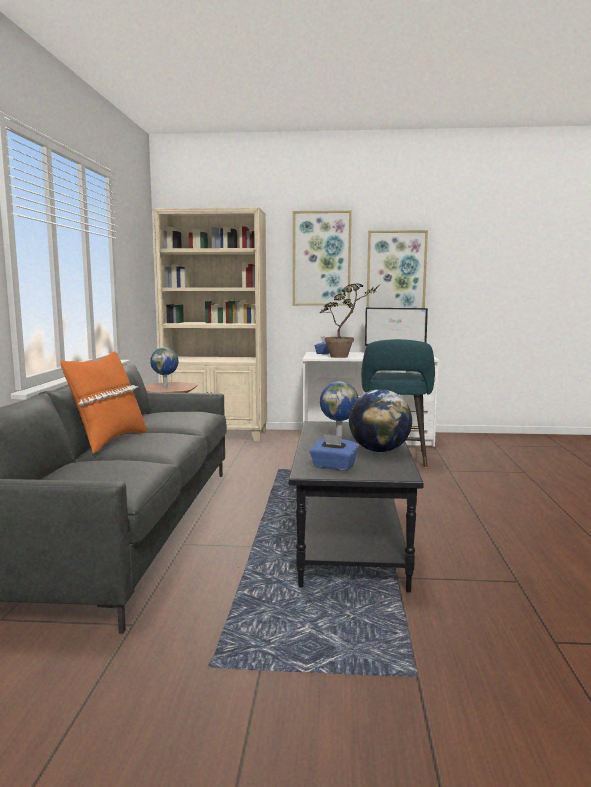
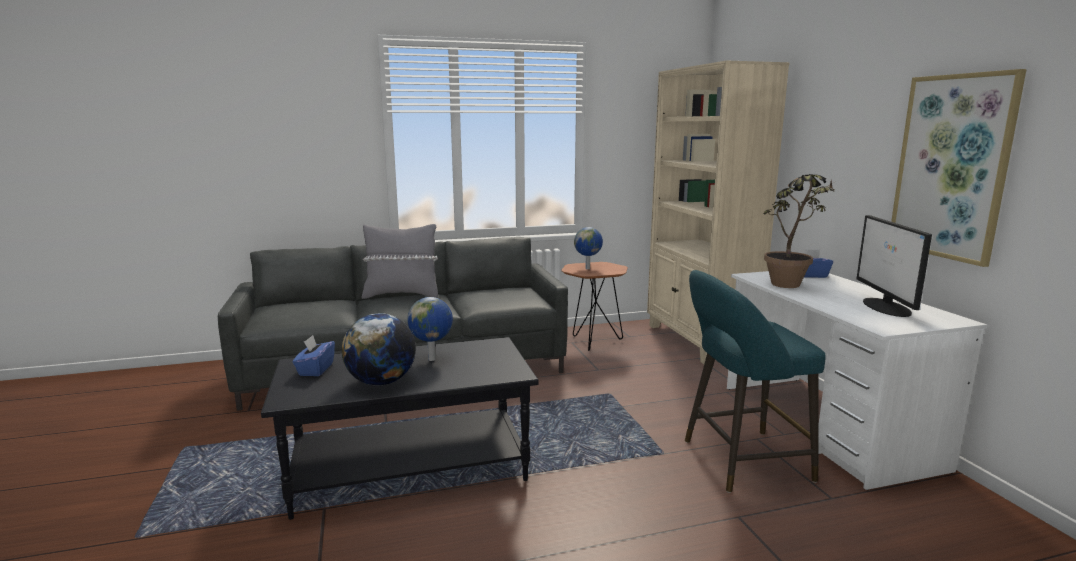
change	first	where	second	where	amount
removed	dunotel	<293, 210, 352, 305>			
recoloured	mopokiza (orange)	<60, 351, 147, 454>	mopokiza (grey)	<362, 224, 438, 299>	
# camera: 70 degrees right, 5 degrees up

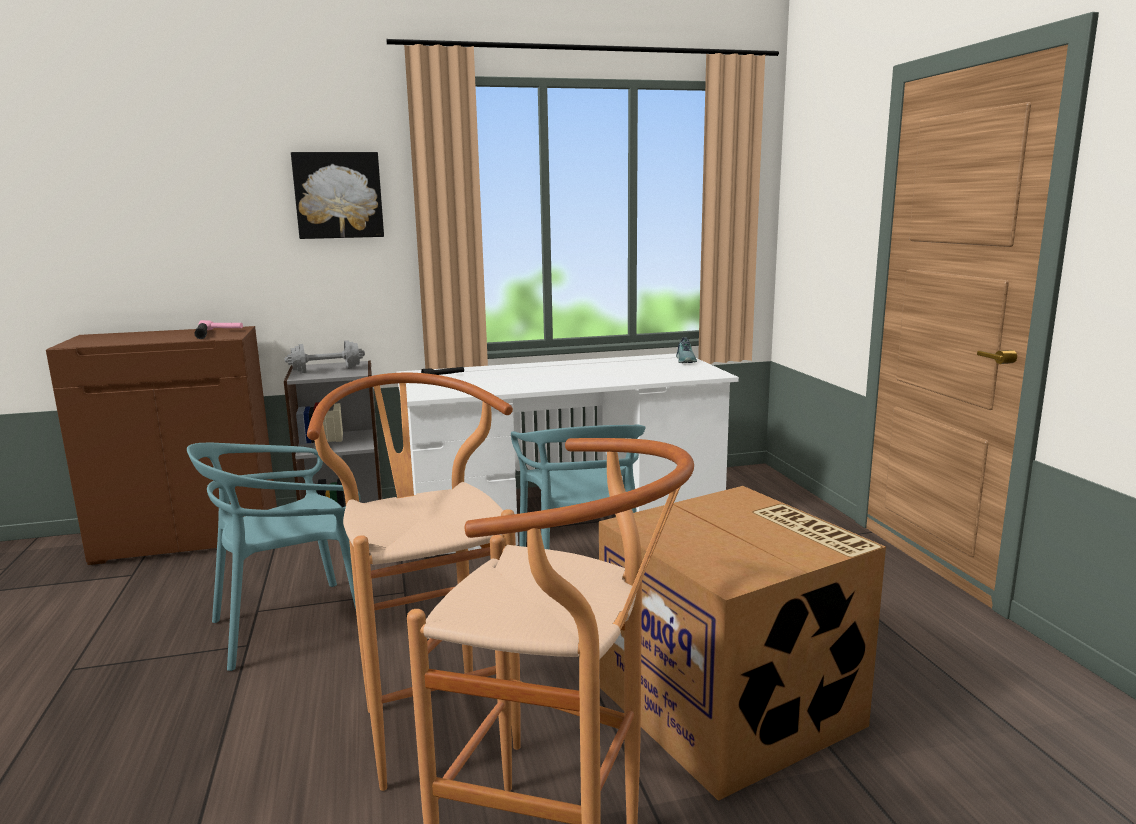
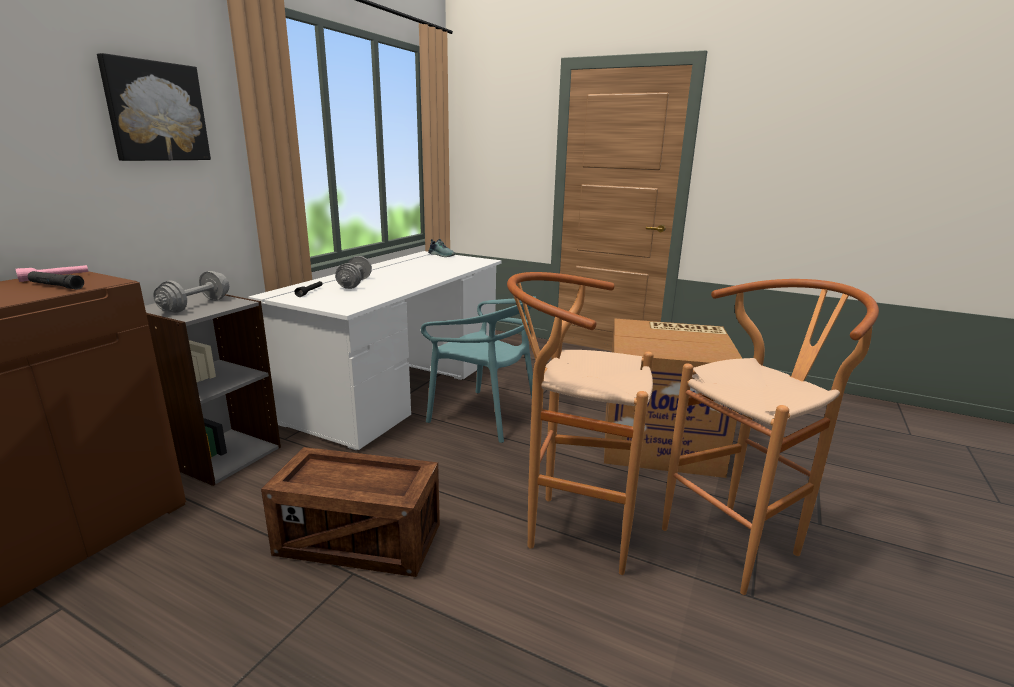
change	first	where	second	where	amount
added			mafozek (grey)	<335, 256, 372, 289>	
replaced	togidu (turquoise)	<187, 443, 360, 671>	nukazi	<261, 447, 440, 577>	
# camera: 50 degrees left, 5 degrees up

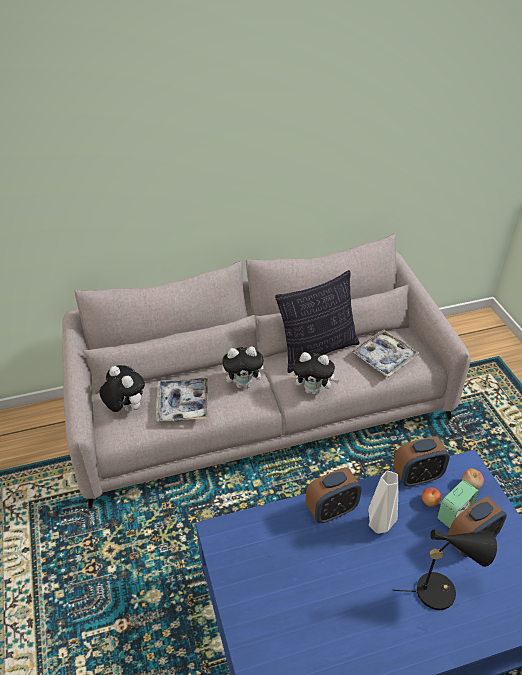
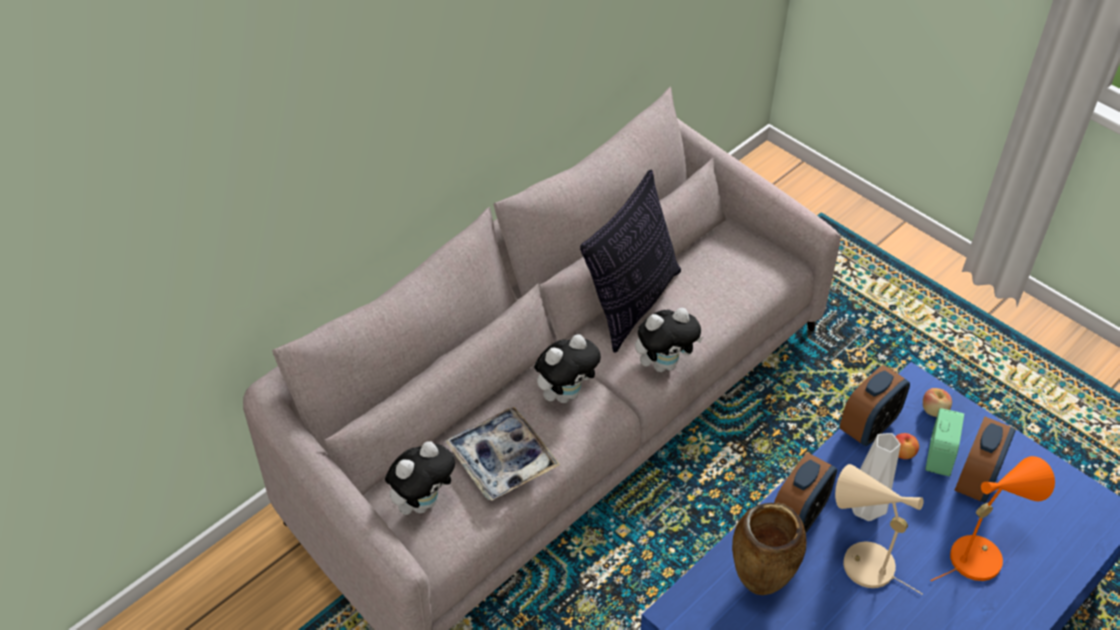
change	first	where	second	where	amount
removed	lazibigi	<351, 329, 419, 377>			
added			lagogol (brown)	<732, 502, 807, 595>	
added			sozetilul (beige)	<835, 464, 923, 595>	
recoloured	sozetilul (black)	<392, 529, 497, 610>	sozetilul (orange)	<930, 456, 1055, 581>	
turned	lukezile	<99, 365, 145, 412>		<385, 441, 455, 515>	120 degrees clockwise
# camera: 30 degrees left, 5 degrees up

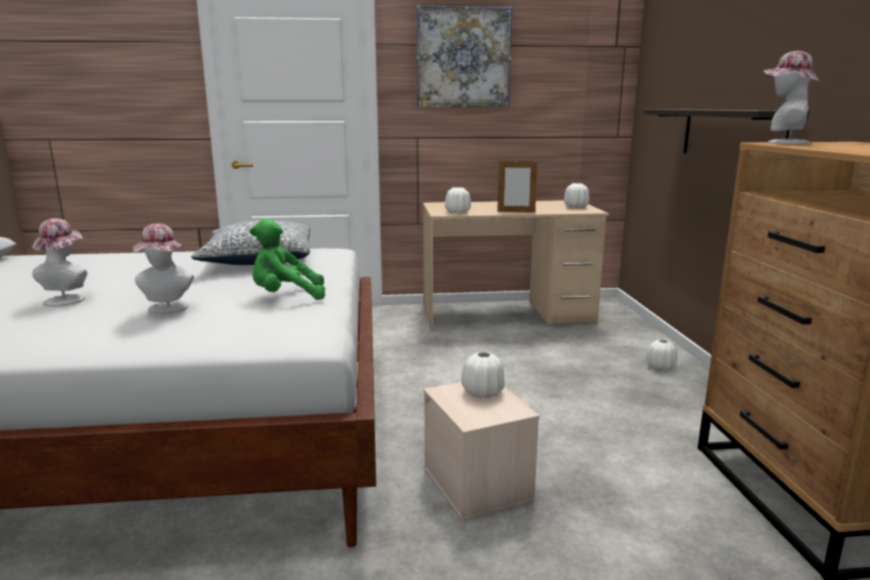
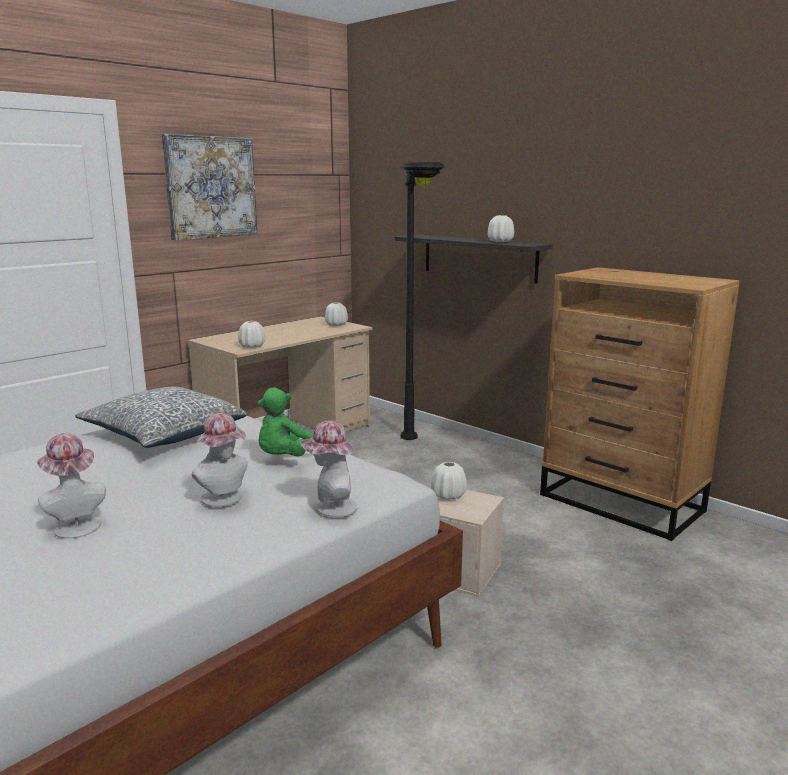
change	first	where	second	where	amount
removed	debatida	<497, 160, 538, 213>			
added			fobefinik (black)	<400, 162, 446, 440>	
moved	lagogol (white)	<646, 339, 678, 371>		<488, 215, 514, 242>	
moved	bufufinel	<763, 51, 820, 144>		<300, 421, 358, 517>	
# camera: 40 degrees left, 0 degrees up

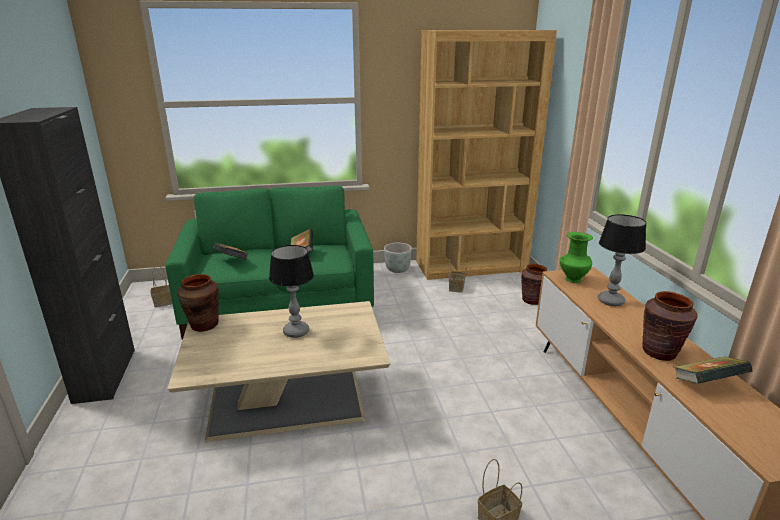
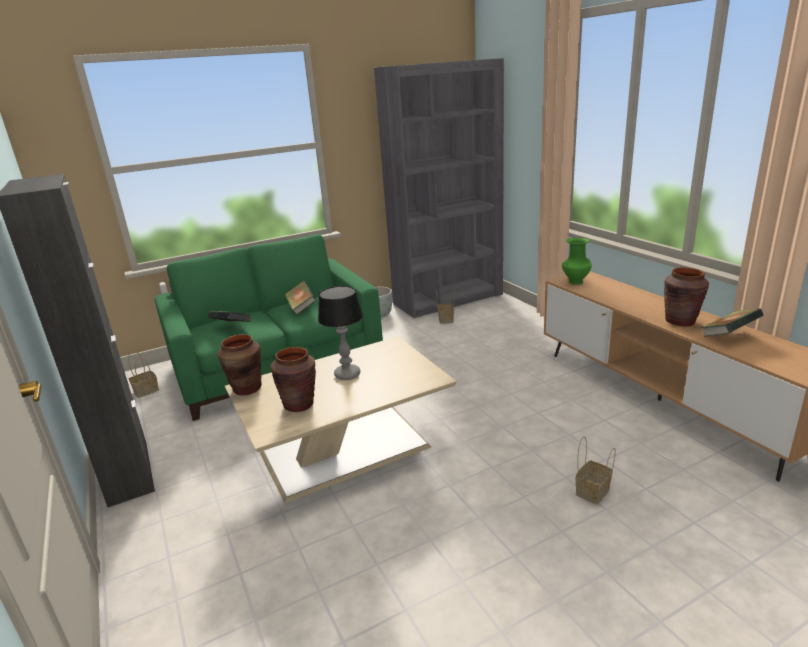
change	first	where	second	where	amount
removed	sozetilul	<598, 215, 646, 306>			
moved	lagogol (brown)	<521, 264, 547, 305>		<271, 347, 316, 412>	
recoloured	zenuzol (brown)	<416, 30, 557, 280>	zenuzol (grey)	<374, 58, 504, 318>	
# camera: 15 degrees left, 0 degrees up

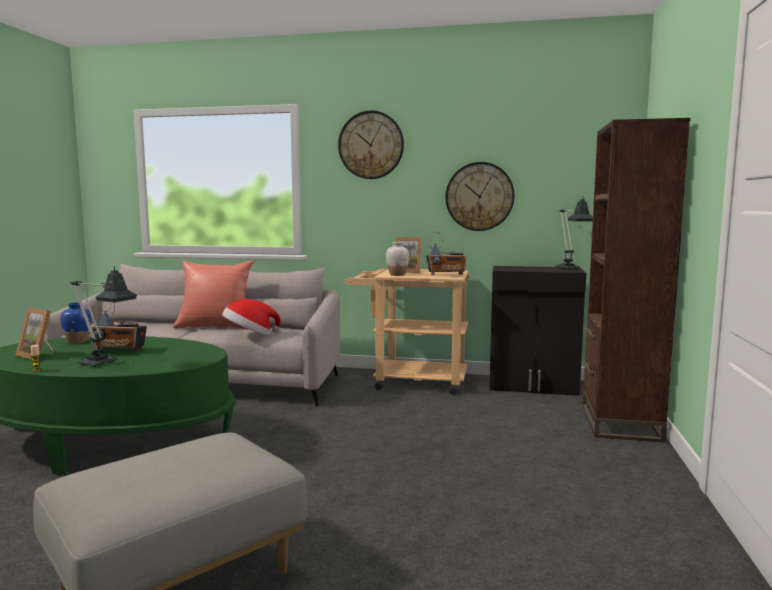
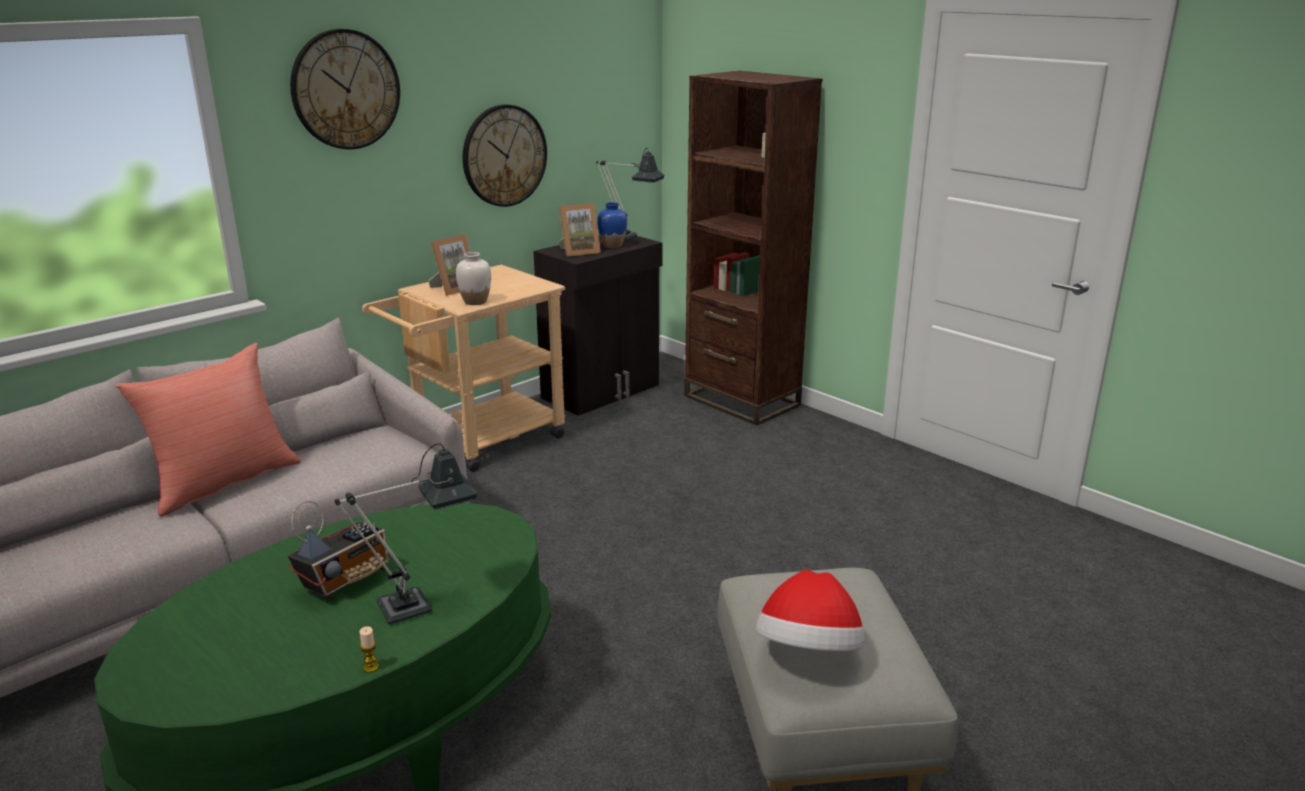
change	first	where	second	where	amount
removed	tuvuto	<426, 232, 466, 275>			
moved	debatida	<16, 308, 54, 360>		<558, 203, 601, 257>	
moved	lagogol (blue)	<61, 302, 92, 344>		<597, 202, 627, 248>	
moved	bufufinel	<222, 299, 281, 335>		<756, 570, 865, 651>	
# camera: 55 degrees left, 15 degrees up

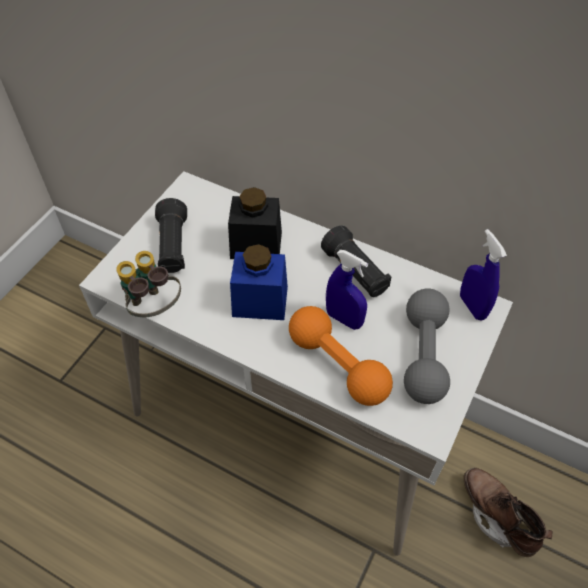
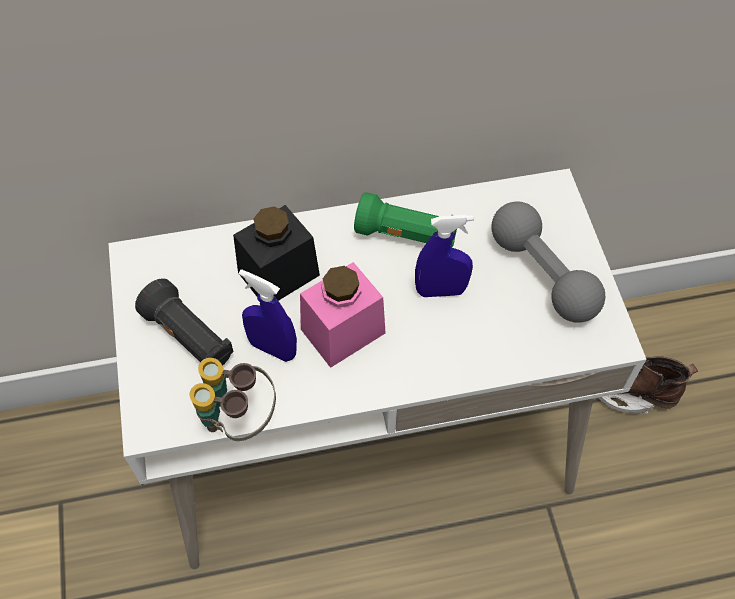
change	first	where	second	where	amount
removed	mafozek (orange)	<289, 306, 393, 406>			
moved	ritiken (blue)	<460, 229, 507, 320>		<239, 269, 297, 362>	
recoloured	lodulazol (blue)	<230, 244, 288, 320>	lodulazol (pink)	<300, 262, 386, 368>	
recoloured	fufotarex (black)	<321, 225, 391, 297>	fufotarex (green)	<354, 192, 457, 248>	
# camera: 40 degrees left, 5 degrees up

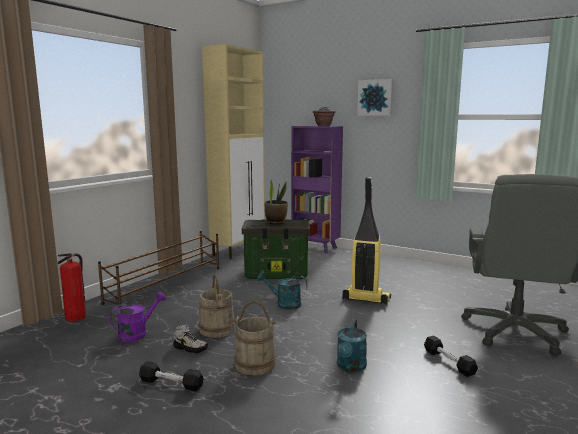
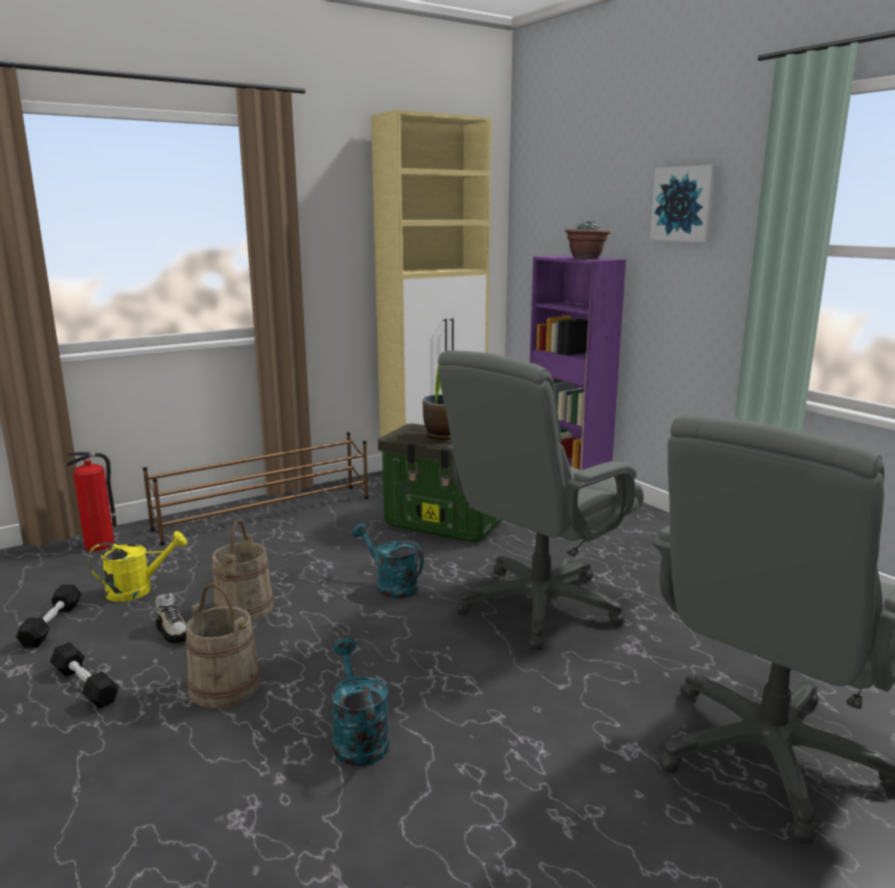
change	first	where	second	where	amount
moved	mafozek (black)	<424, 336, 478, 377>		<16, 584, 81, 648>	
replaced	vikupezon	<343, 177, 391, 305>	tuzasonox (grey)	<438, 350, 644, 650>	
recoloured	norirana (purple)	<110, 292, 166, 342>	norirana (yellow)	<88, 531, 187, 602>	
turned	norirana (turquoise)	<337, 319, 367, 372>		<331, 638, 390, 766>	120 degrees clockwise
# camera: 25 degrees right, 5 degrees up

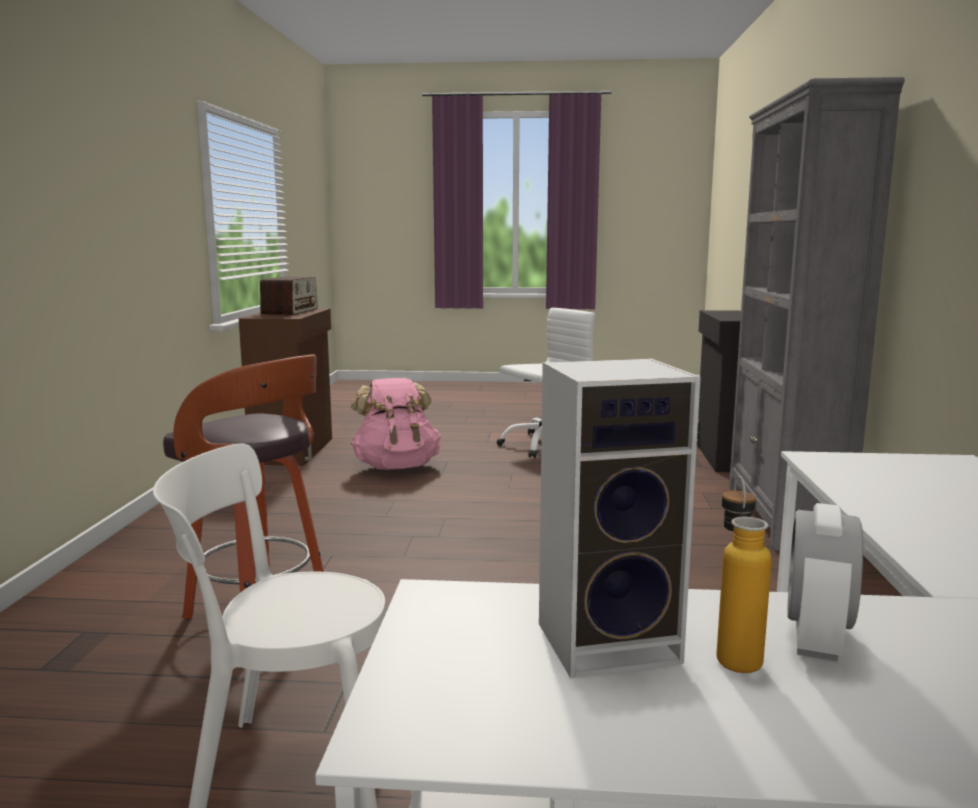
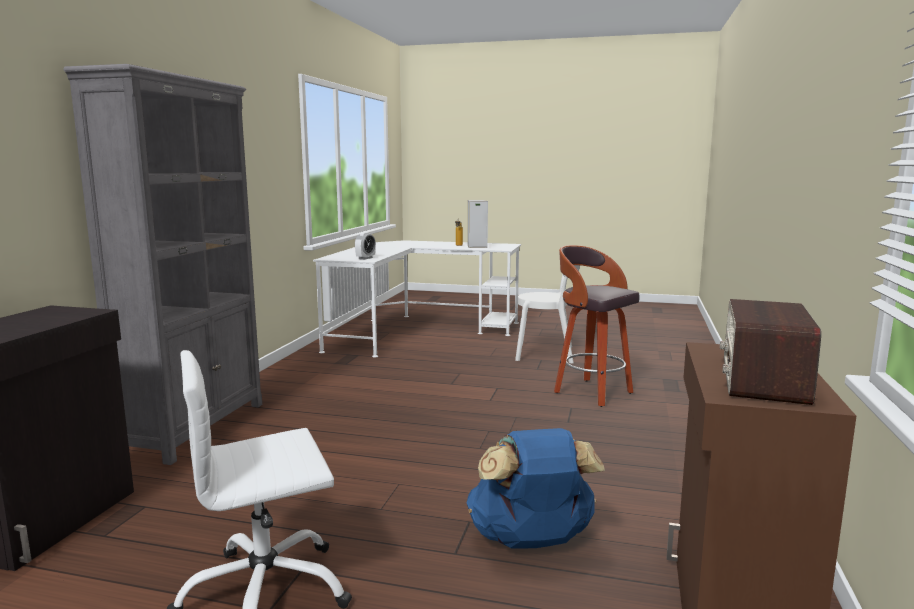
change	first	where	second	where	amount
moved	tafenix	<787, 503, 863, 662>		<355, 232, 376, 260>	
recoloured	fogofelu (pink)	<351, 378, 441, 470>	fogofelu (blue)	<466, 428, 605, 549>	
# camera: 170 degrees left, 0 degrees up

